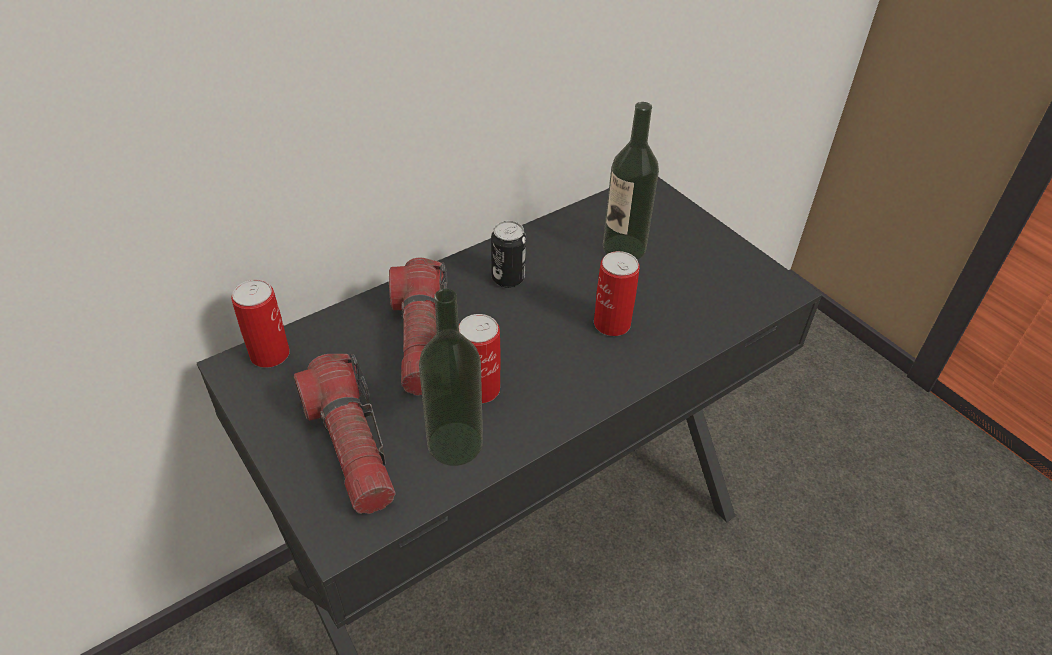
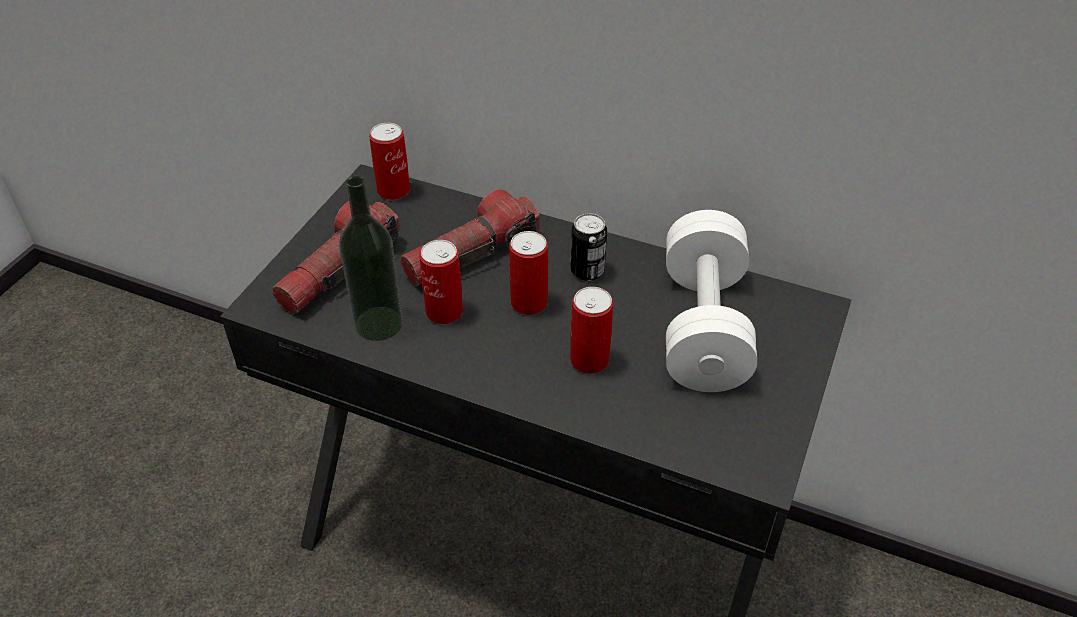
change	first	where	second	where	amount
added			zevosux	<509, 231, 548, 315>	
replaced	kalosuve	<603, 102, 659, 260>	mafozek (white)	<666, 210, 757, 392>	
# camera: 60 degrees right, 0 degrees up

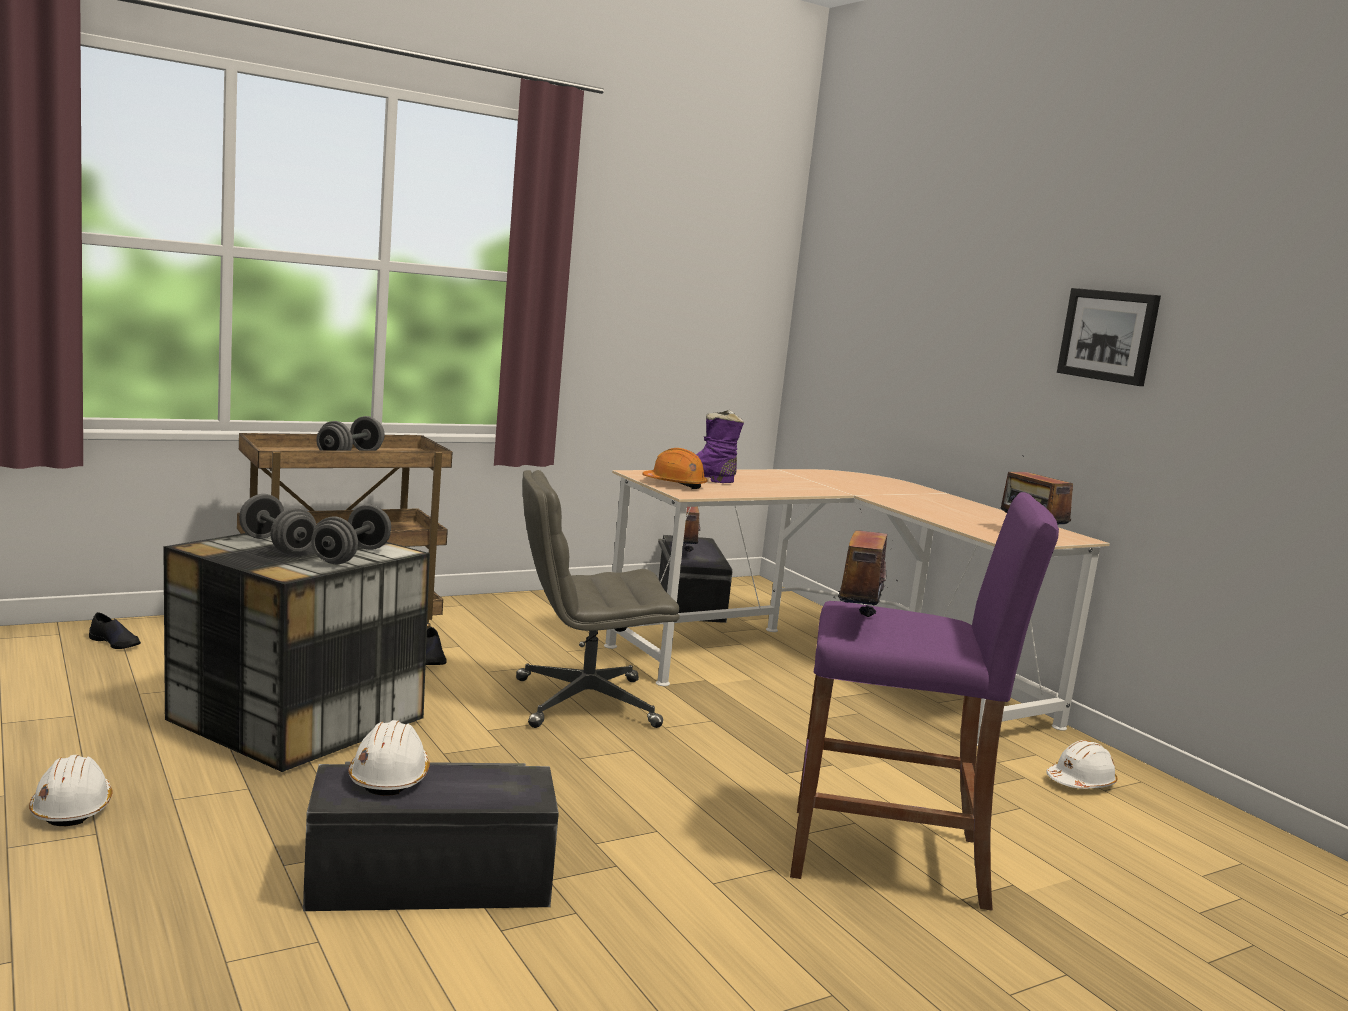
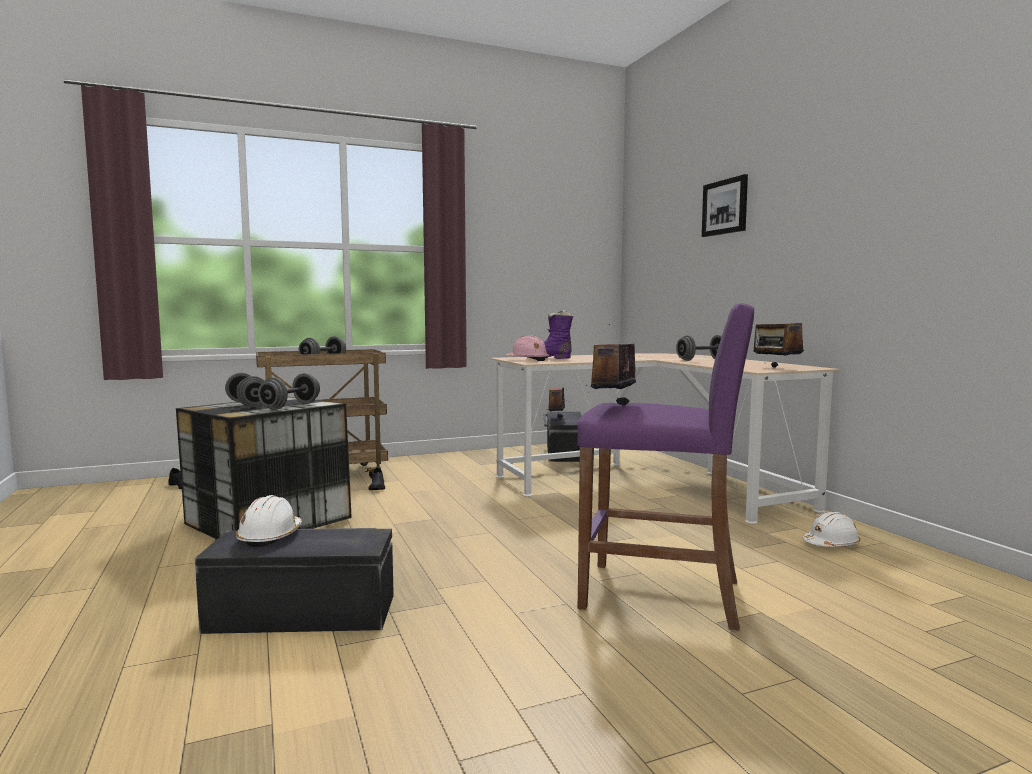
change	first	where	second	where	amount
removed	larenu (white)	<29, 755, 113, 826>			
removed	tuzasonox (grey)	<516, 470, 680, 728>			
added			mafozek (grey)	<676, 335, 722, 361>	
moved	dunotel	<1057, 288, 1161, 386>		<702, 174, 748, 237>	
recoloured	larenu (orange)	<642, 448, 707, 489>	larenu (pink)	<506, 335, 549, 361>	
# camera: 10 degrees right, 5 degrees down

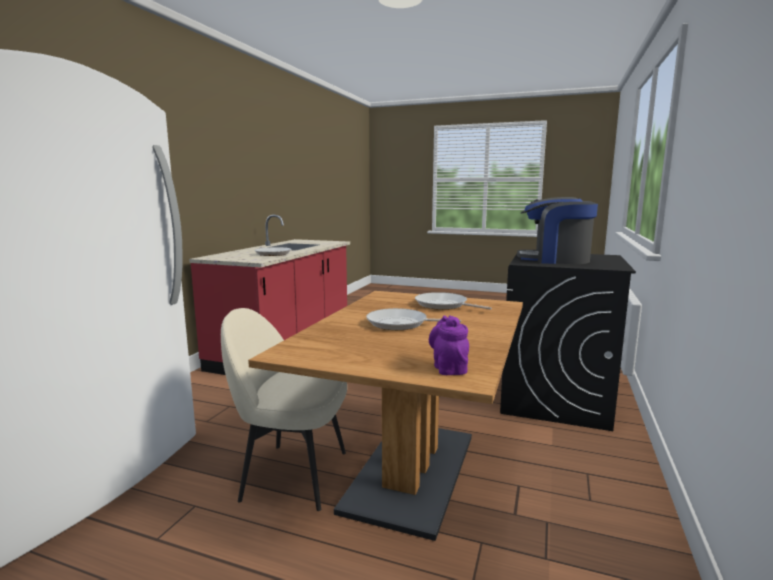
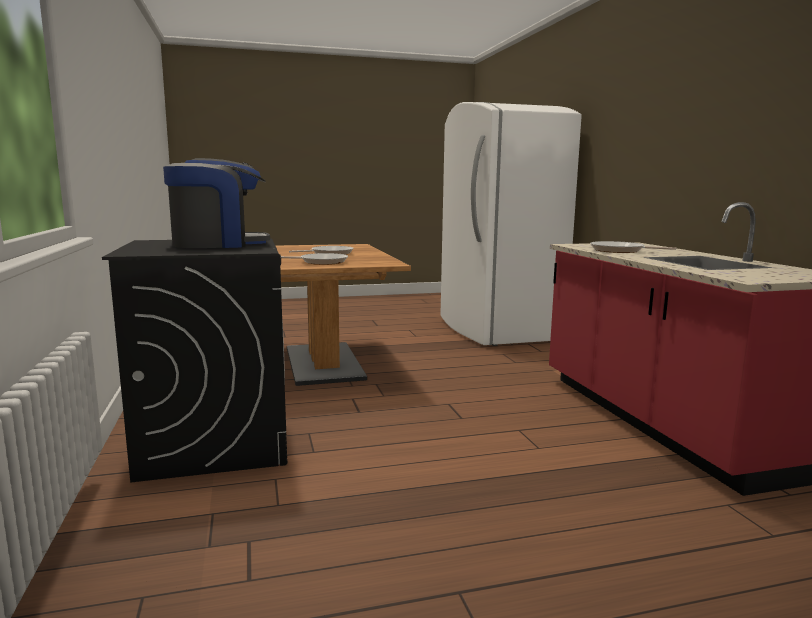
change	first	where	second	where	amount
removed	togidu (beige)	<221, 308, 347, 511>			
removed	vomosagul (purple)	<429, 315, 469, 375>			
# camera: 145 degrees right, 0 degrees up

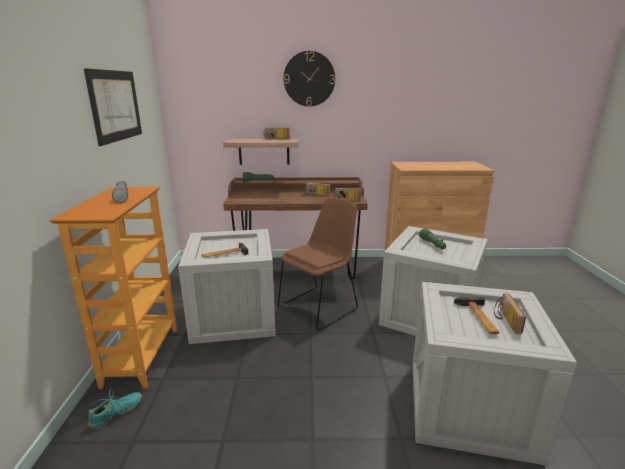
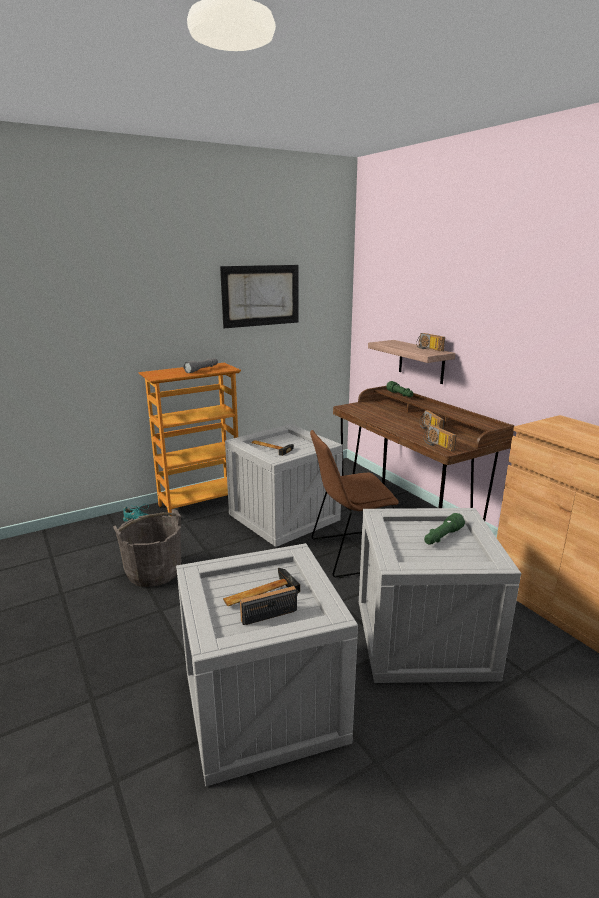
change	first	where	second	where	amount
removed	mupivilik	<284, 51, 335, 107>			
added			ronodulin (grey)	<113, 509, 181, 587>	
turned	togidu (brown)	<277, 197, 358, 331>		<310, 430, 399, 578>	150 degrees clockwise
# camera: 60 degrees right, 0 degrees up

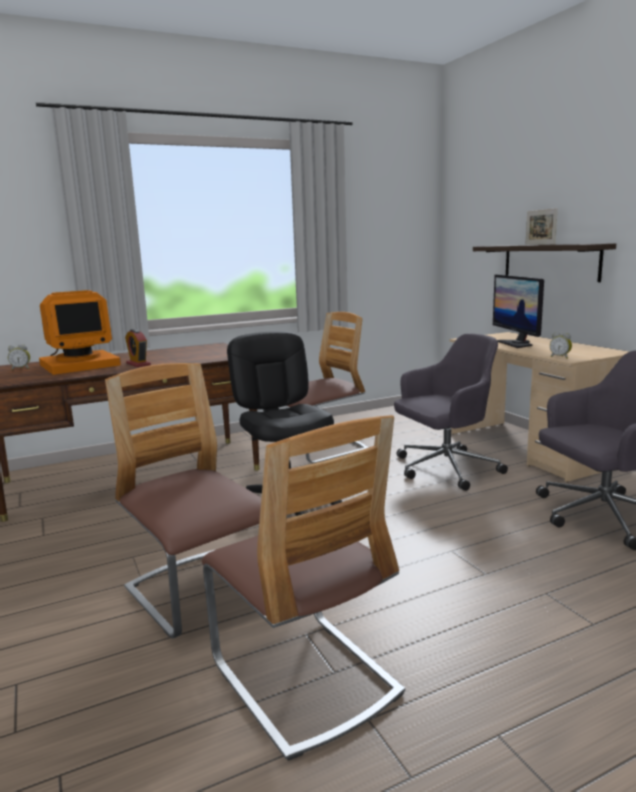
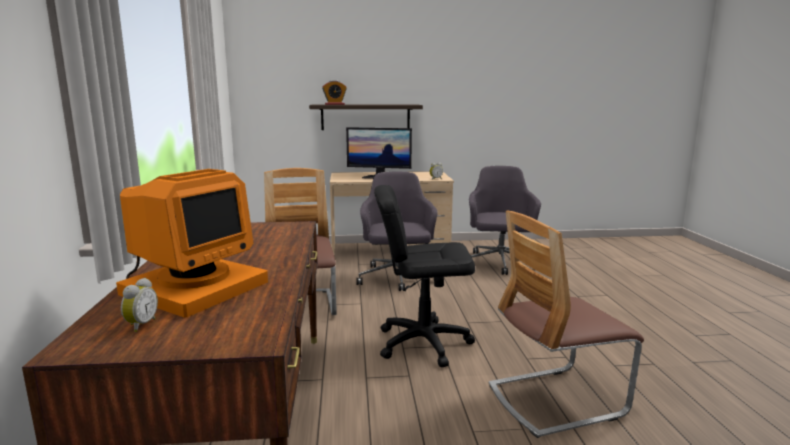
change	first	where	second	where	amount
removed	togidu	<202, 415, 405, 761>			
removed	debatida	<525, 208, 558, 245>			
moved	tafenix	<125, 329, 151, 367>		<322, 80, 347, 105>	
turned	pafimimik	<39, 290, 121, 375>		<116, 169, 268, 317>	45 degrees clockwise
# camera: 70 degrees left, 0 degrees up

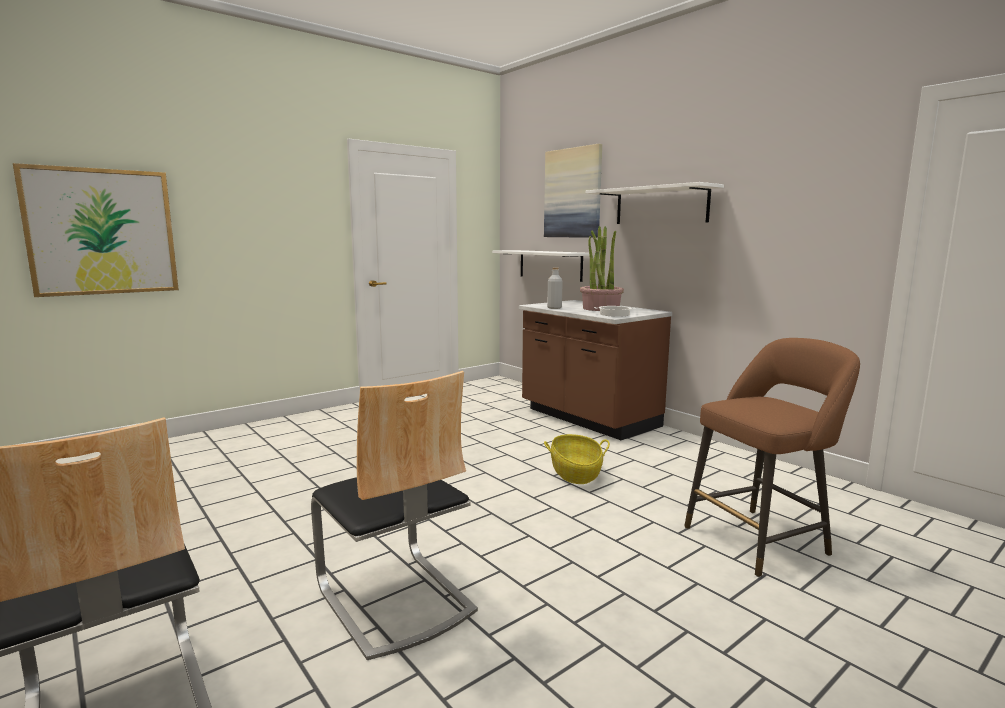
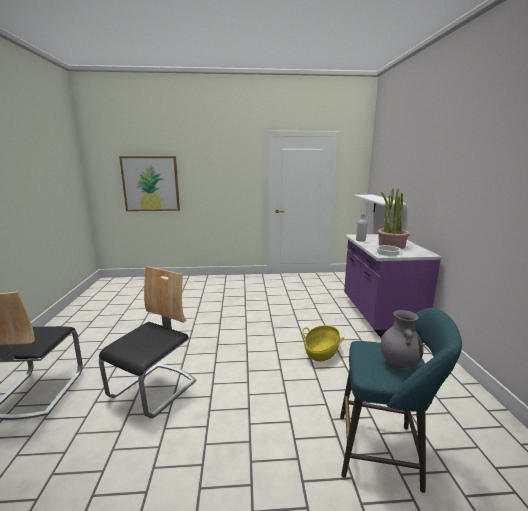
change	first	where	second	where	amount
removed	dunotel	<544, 144, 602, 238>			
removed	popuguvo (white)	<585, 182, 724, 224>			
added			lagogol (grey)	<380, 310, 424, 371>	
recoloured	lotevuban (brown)	<519, 300, 672, 440>	lotevuban (purple)	<344, 234, 442, 338>	
recoloured	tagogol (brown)	<684, 338, 860, 577>	tagogol (turquoise)	<340, 308, 462, 493>	
turned	togidu	<311, 371, 478, 660>		<99, 266, 197, 418>	150 degrees counterclockwise
# camera: 35 degrees right, 5 degrees up

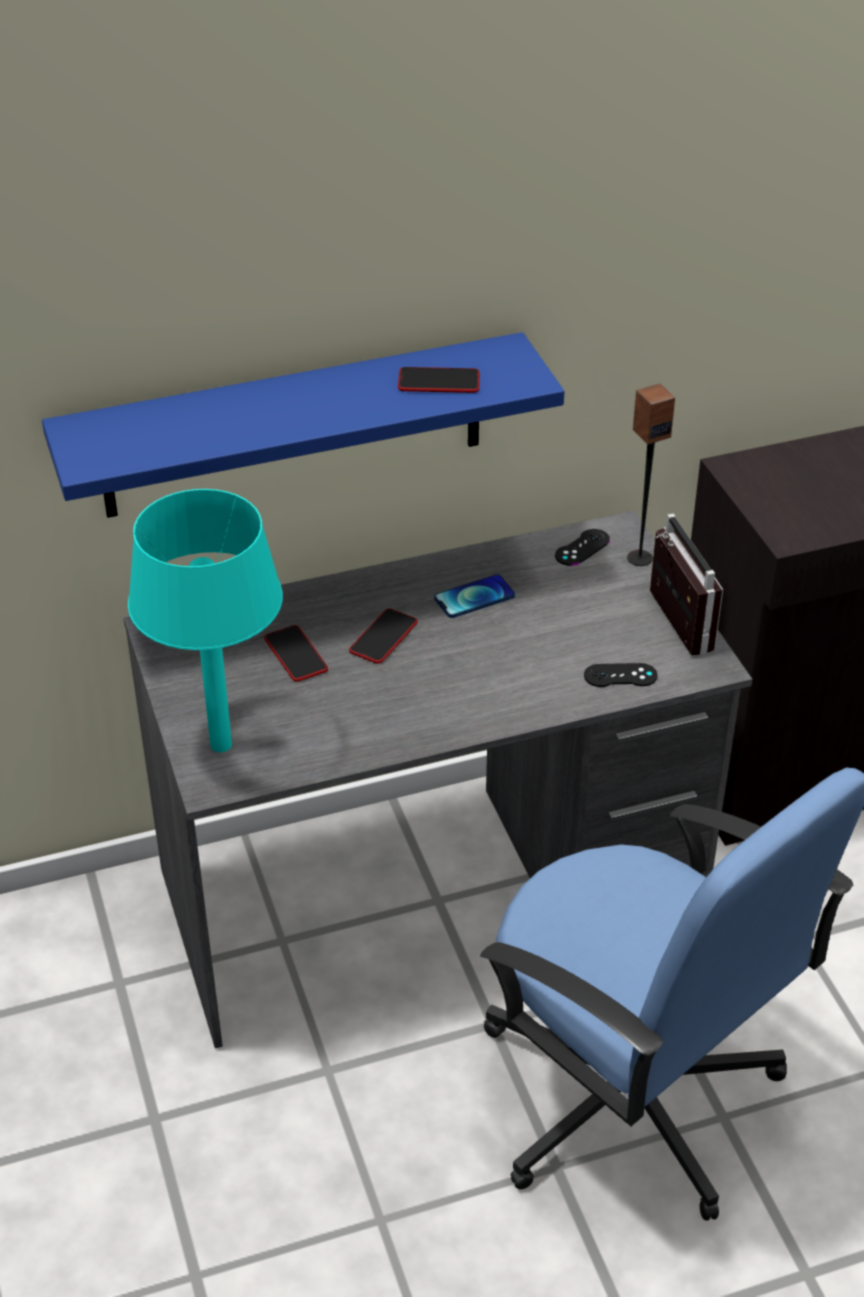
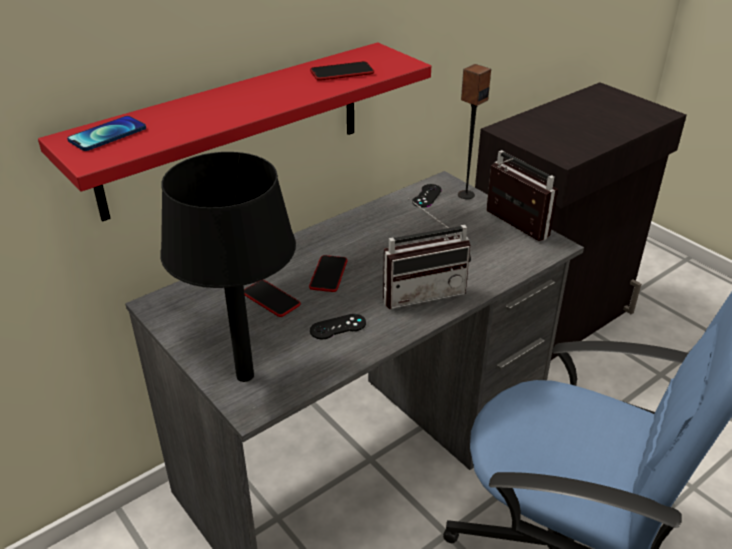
change	first	where	second	where	amount
added			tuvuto	<383, 198, 471, 309>	
moved	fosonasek	<434, 574, 515, 618>		<67, 116, 146, 151>	
moved	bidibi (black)	<584, 663, 657, 687>		<310, 314, 366, 339>	
recoloured	popuguvo (blue)	<42, 332, 564, 518>	popuguvo (red)	<38, 42, 431, 221>	
recoloured	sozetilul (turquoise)	<128, 489, 283, 752>	sozetilul (black)	<160, 152, 296, 382>	
# camera: 20 degrees left, 5 degrees down

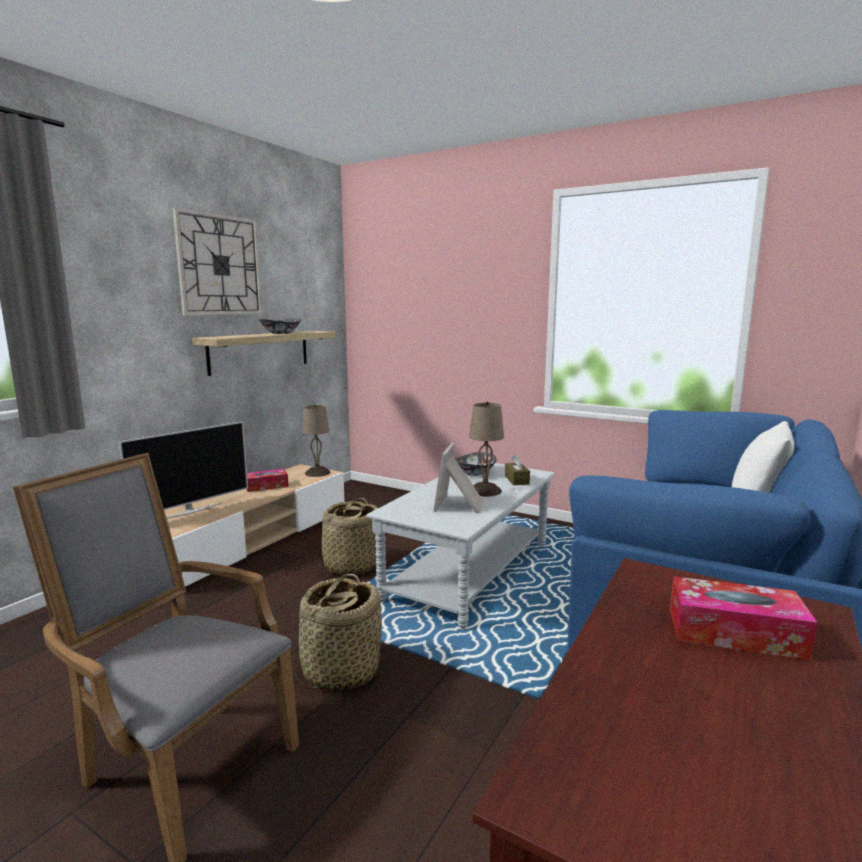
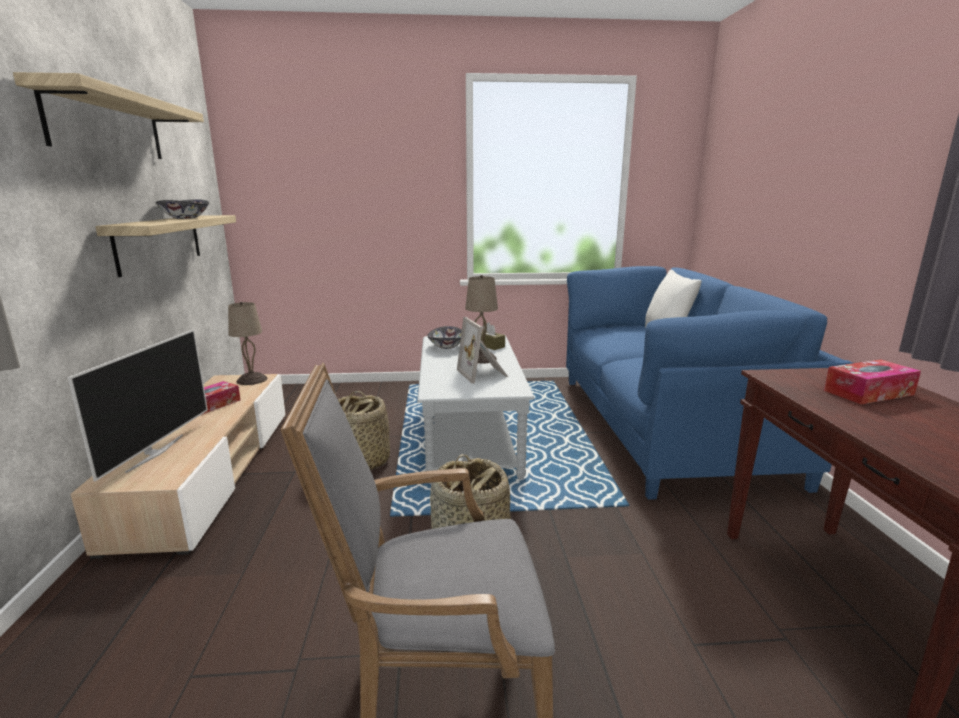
change	first	where	second	where	amount
replaced	mupivilik	<172, 207, 263, 315>	popuguvo	<13, 72, 204, 159>	
# camera: 35 degrees left, 5 degrees up

